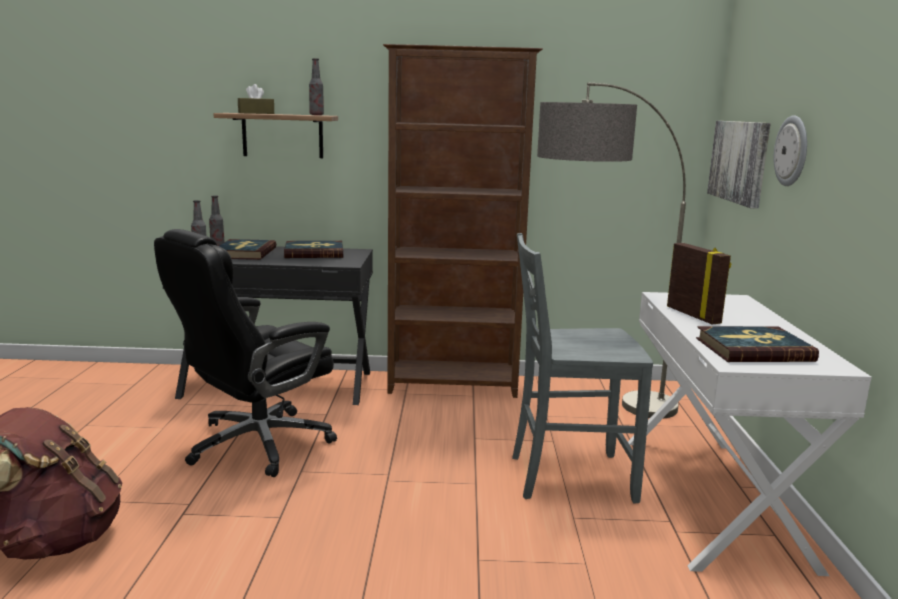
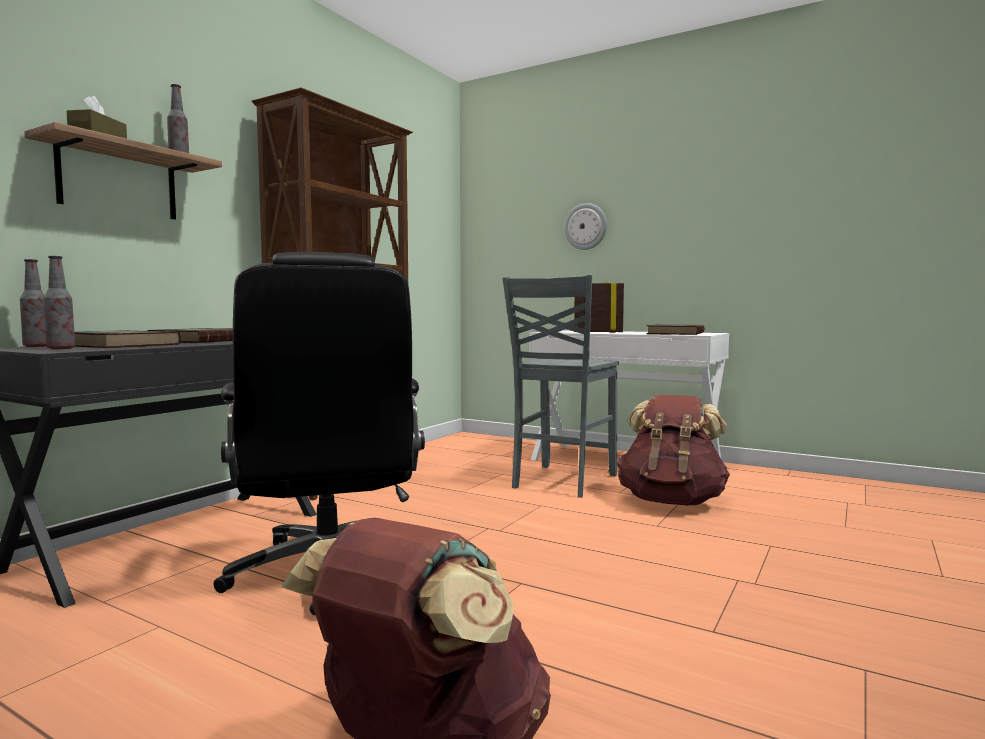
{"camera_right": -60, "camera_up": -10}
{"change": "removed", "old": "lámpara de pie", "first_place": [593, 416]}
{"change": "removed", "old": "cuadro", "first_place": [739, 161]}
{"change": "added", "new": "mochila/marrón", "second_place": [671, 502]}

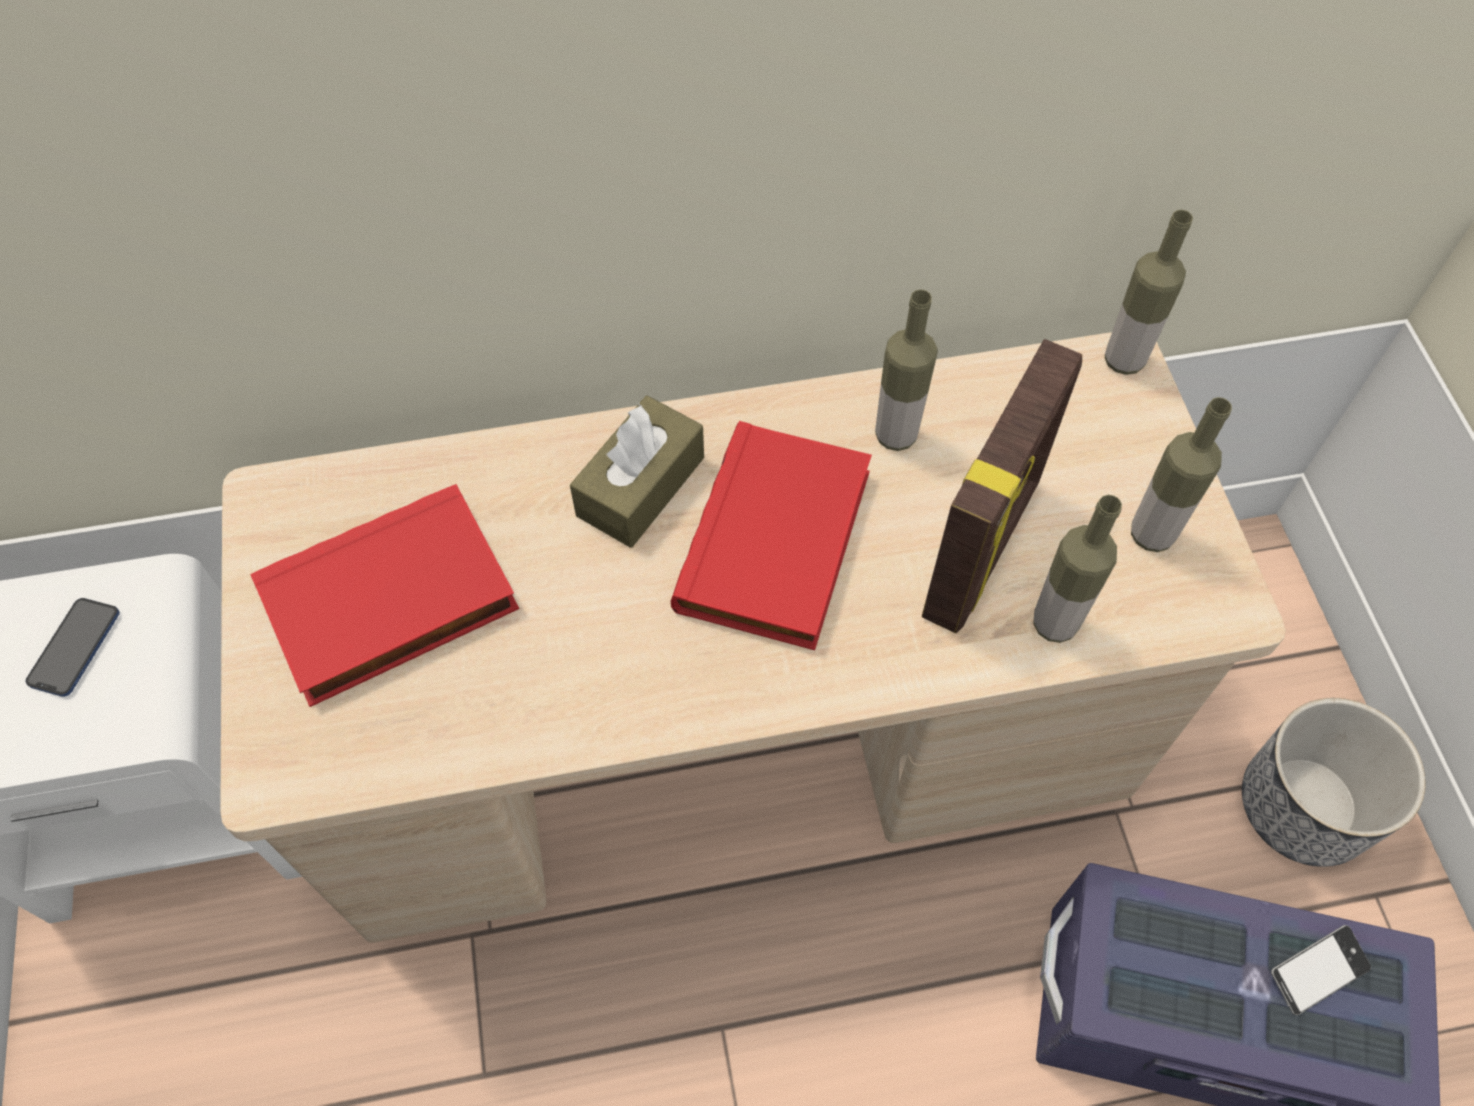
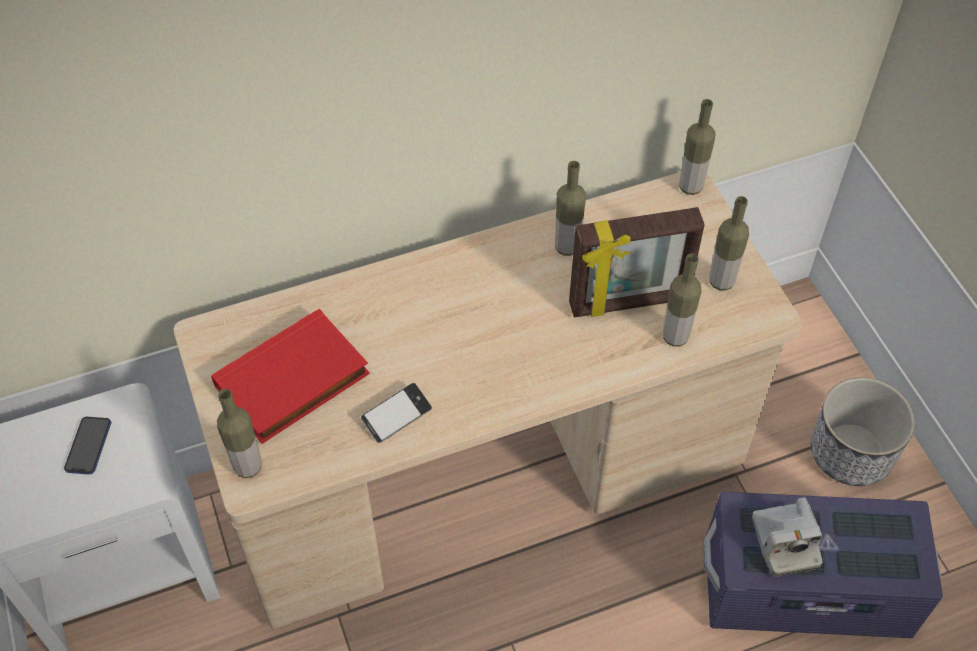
{"camera_right": -10, "camera_up": -5}
{"change": "removed", "old": "caja de pañuelos/marrón", "first_place": [640, 486]}
{"change": "removed", "old": "libro/rojo", "first_place": [778, 543]}
{"change": "added", "new": "botella", "second_place": [248, 467]}
{"change": "added", "new": "cámara", "second_place": [784, 543]}
{"change": "moved", "old": "móvil", "first_place": [1317, 971], "second_place": [396, 416]}
{"change": "turned", "old": "portarretratos", "first_place": [984, 549], "second_place": [629, 303], "degrees": 60}

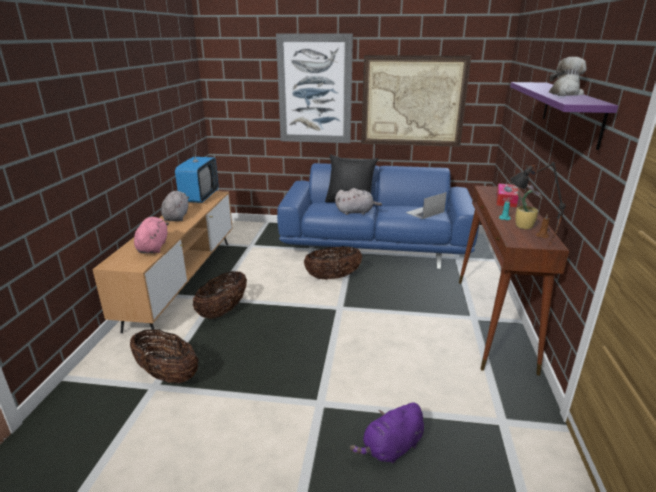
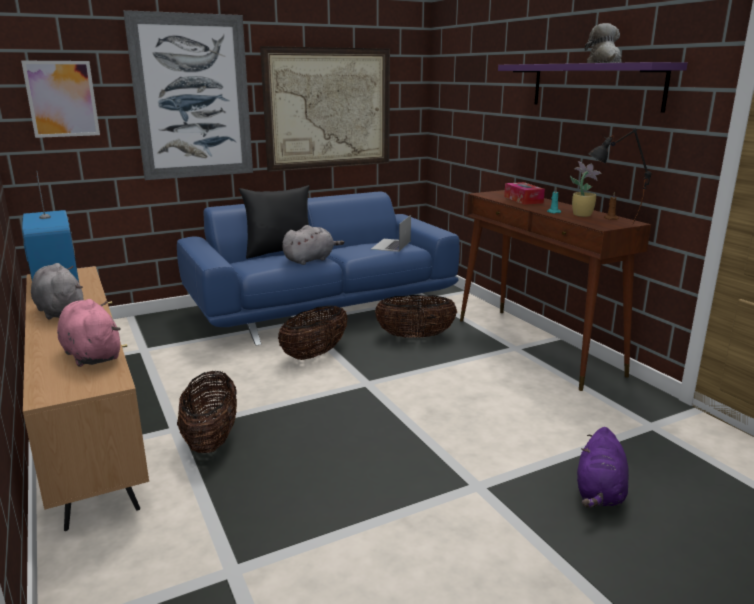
{"camera_right": -35, "camera_up": -5}
{"change": "added", "new": "cuadro", "second_place": [62, 99]}
{"change": "moved", "old": "cesta", "first_place": [167, 375], "second_place": [415, 336]}

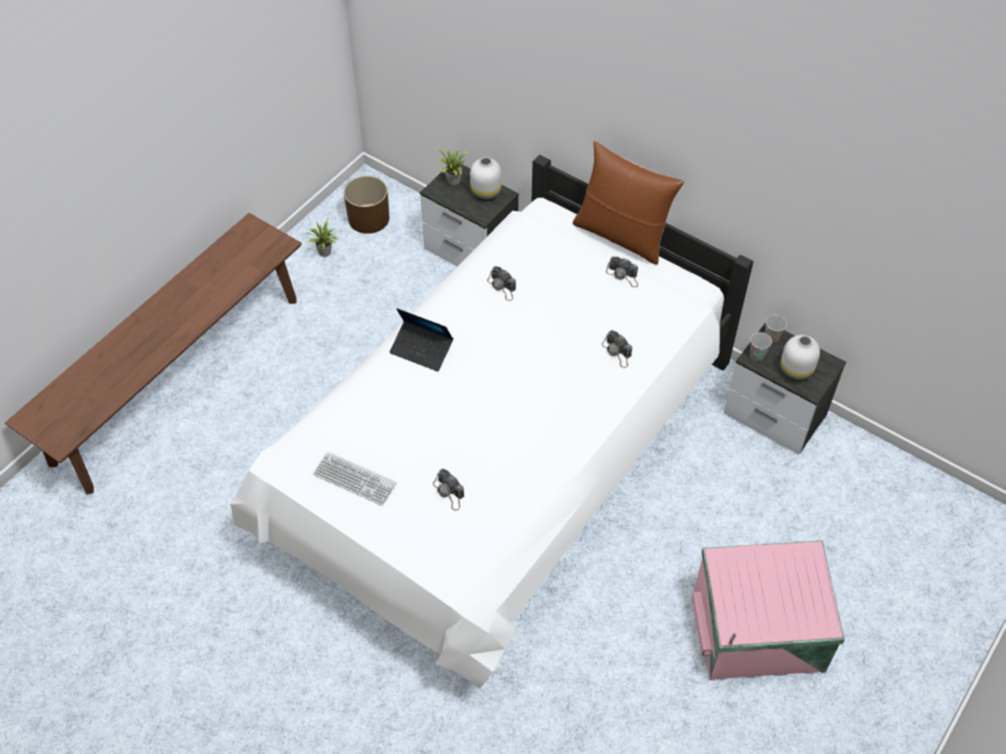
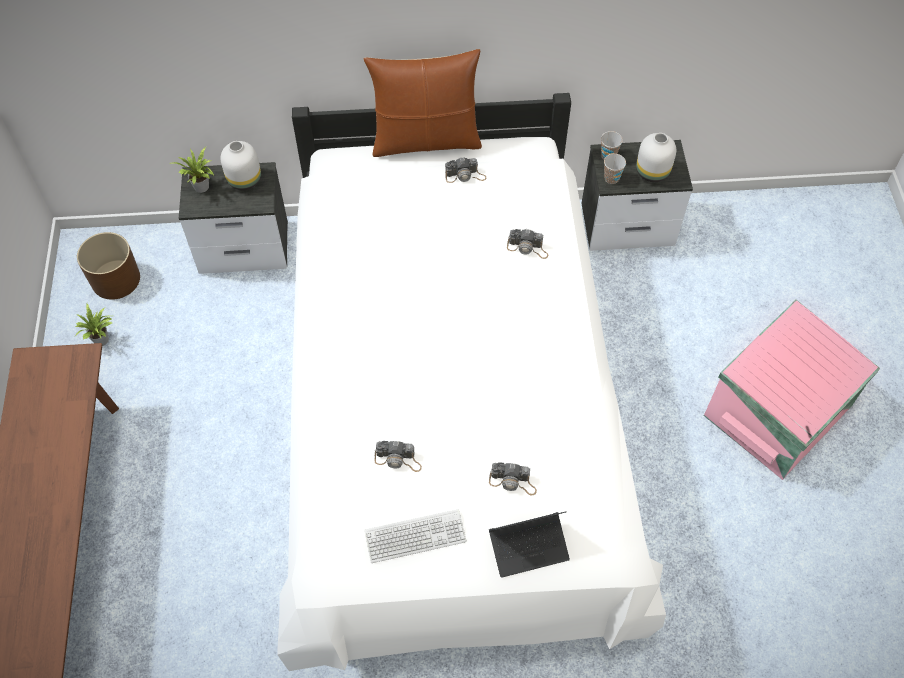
{"camera_right": -40, "camera_up": 5}
{"change": "moved", "old": "portátil", "first_place": [421, 350], "second_place": [529, 547]}
{"change": "moved", "old": "cámara", "first_place": [502, 287], "second_place": [398, 459]}

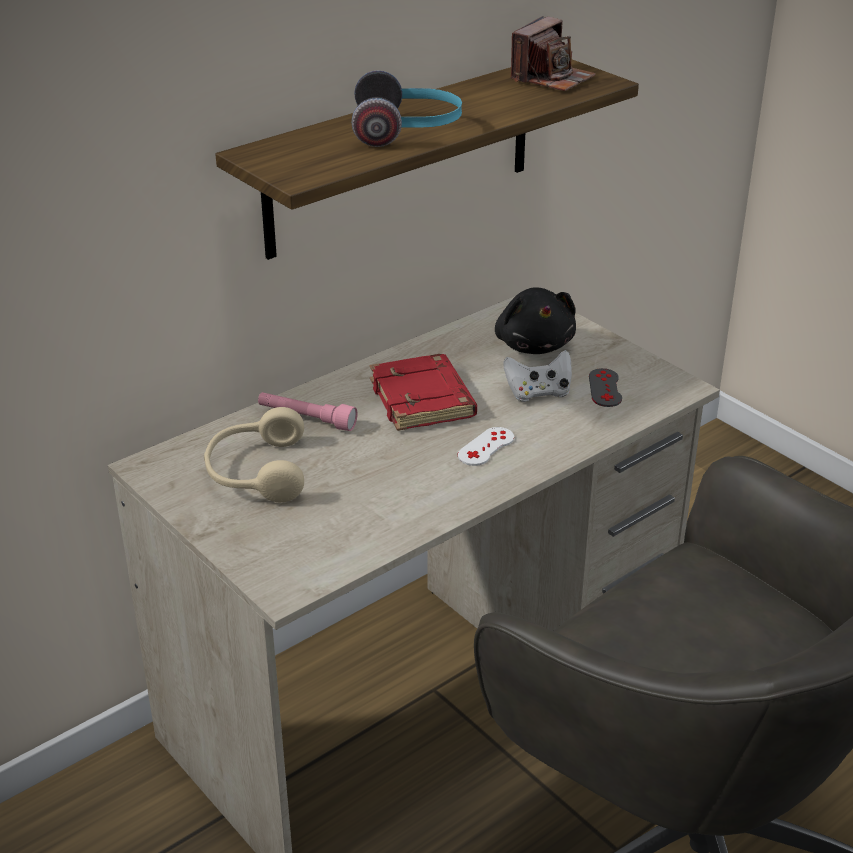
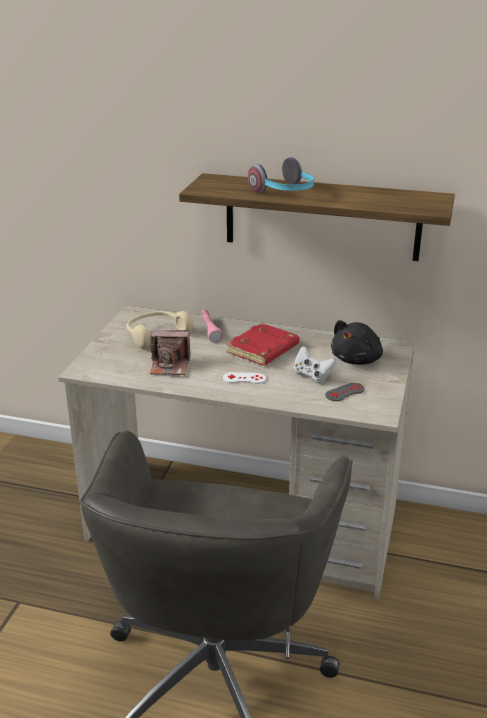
{"camera_right": 55, "camera_up": -5}
{"change": "moved", "old": "cámara", "first_place": [551, 78], "second_place": [170, 365]}

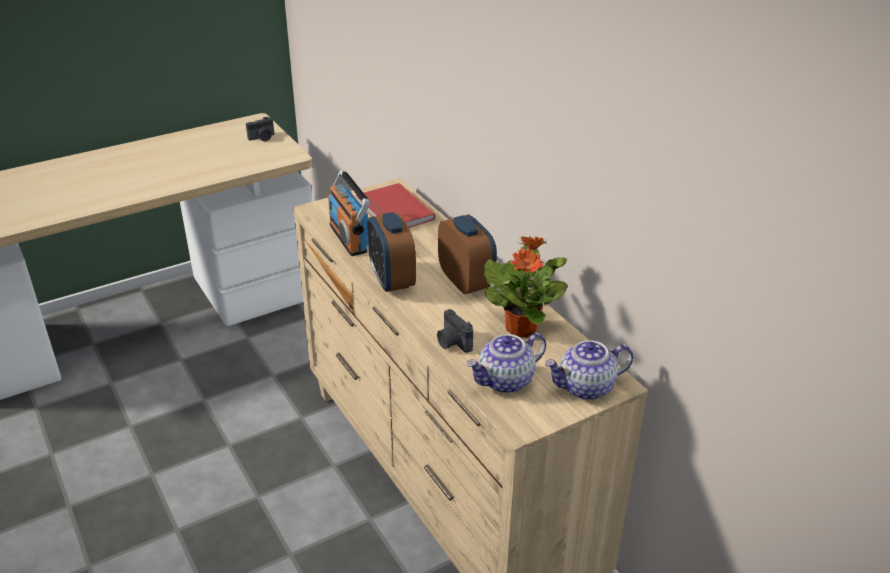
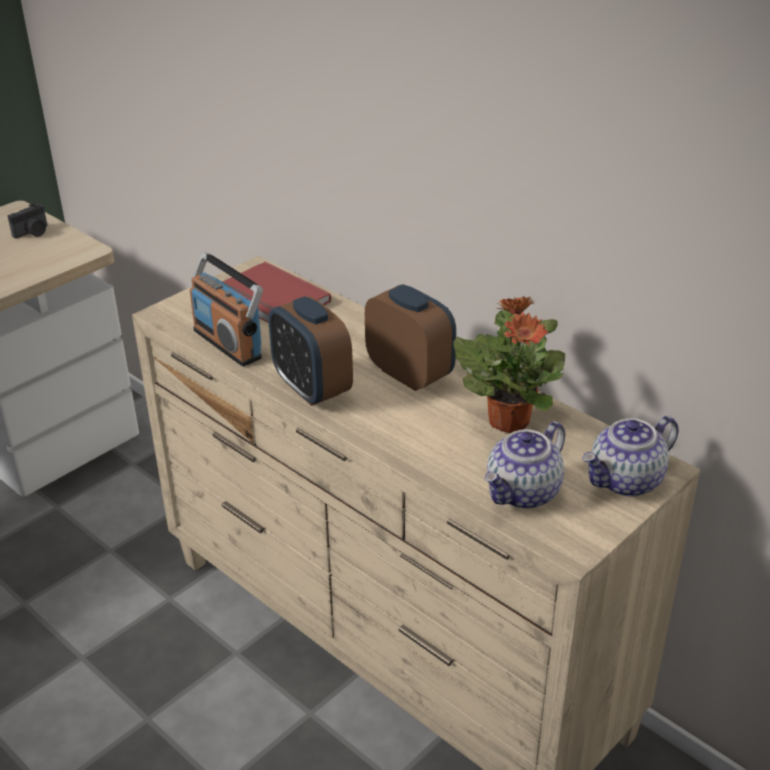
{"camera_right": -15, "camera_up": 0}
{"change": "removed", "old": "cámara", "first_place": [452, 343]}

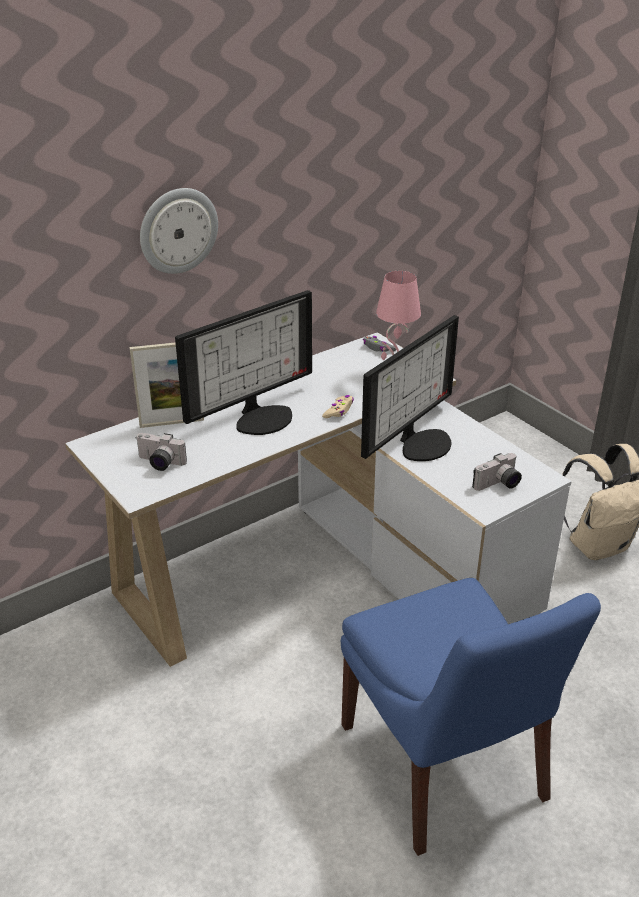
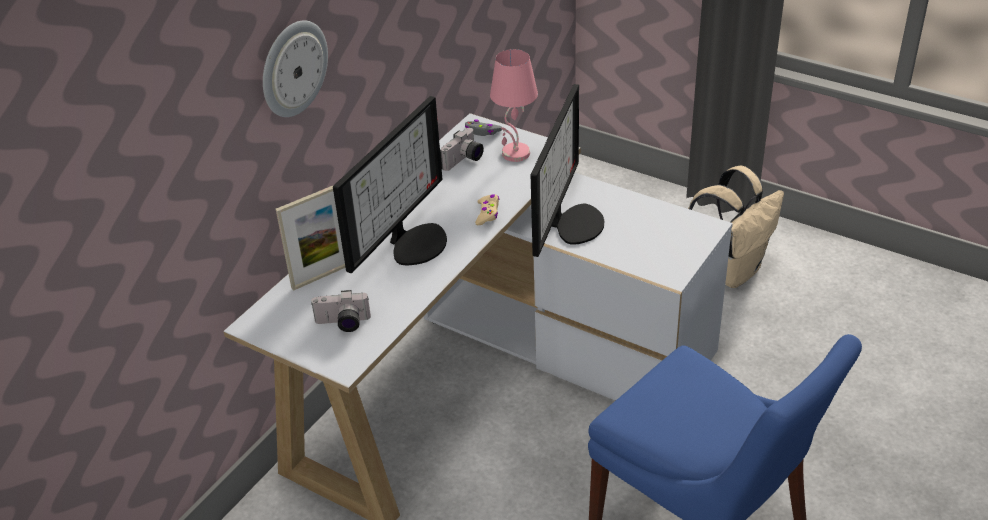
{"camera_right": -20, "camera_up": 5}
{"change": "moved", "old": "cámara", "first_place": [498, 485], "second_place": [464, 160]}

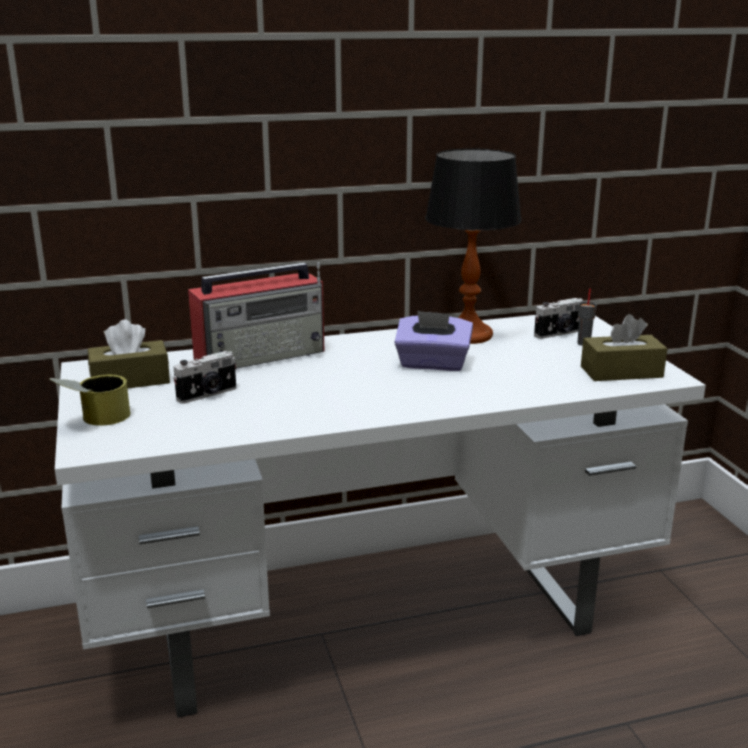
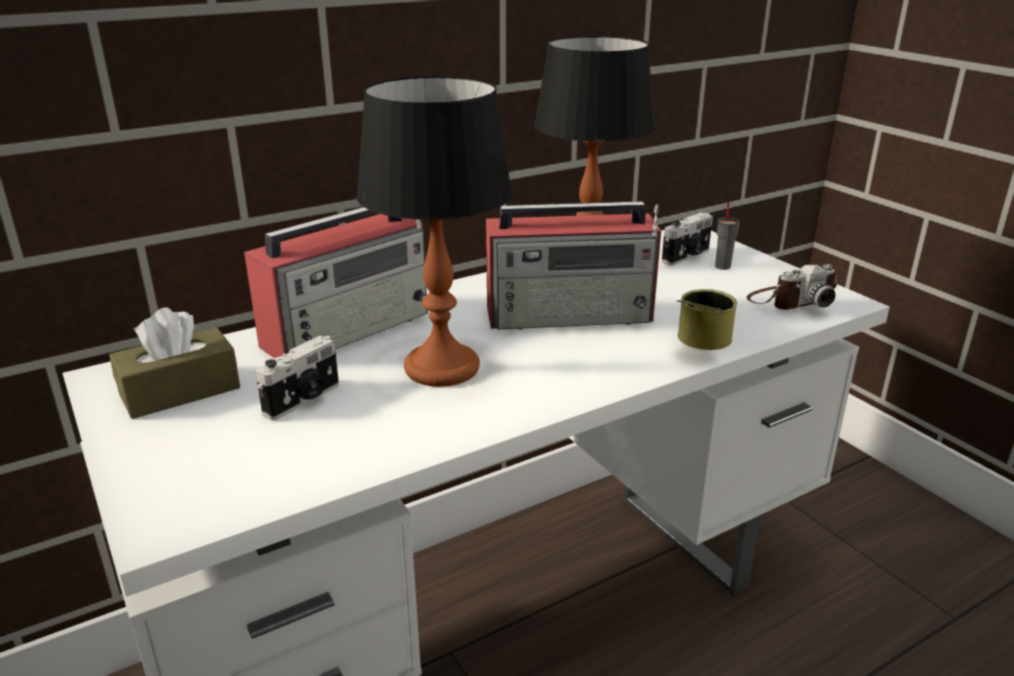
{"camera_right": -15, "camera_up": 5}
{"change": "added", "new": "lámpara de mesa", "second_place": [442, 367]}
{"change": "moved", "old": "lata", "first_place": [94, 420], "second_place": [700, 344]}
{"change": "replaced", "old": "caja de pañuelos/morado", "new": "radio", "first_place": [432, 364], "second_place": [571, 315]}
{"change": "replaced", "old": "caja de pañuelos/marrón", "new": "cámara", "first_place": [621, 372], "second_place": [790, 300]}

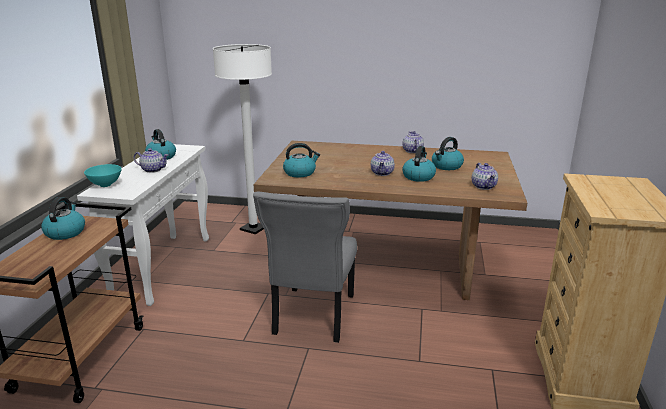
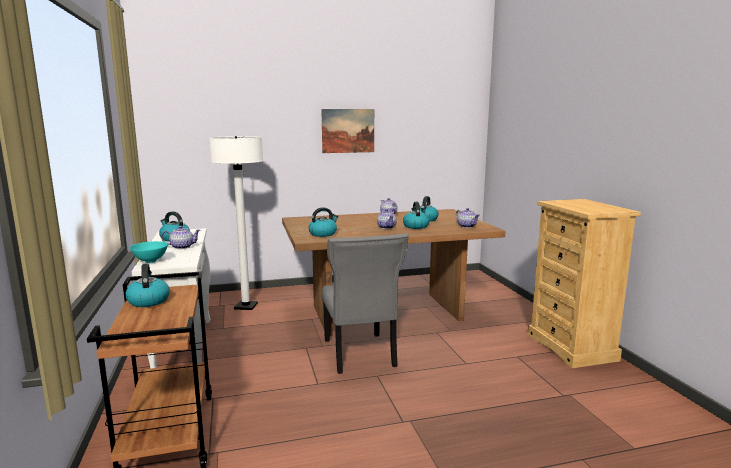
{"camera_right": -25, "camera_up": -10}
{"change": "added", "new": "cuadro", "second_place": [348, 131]}

